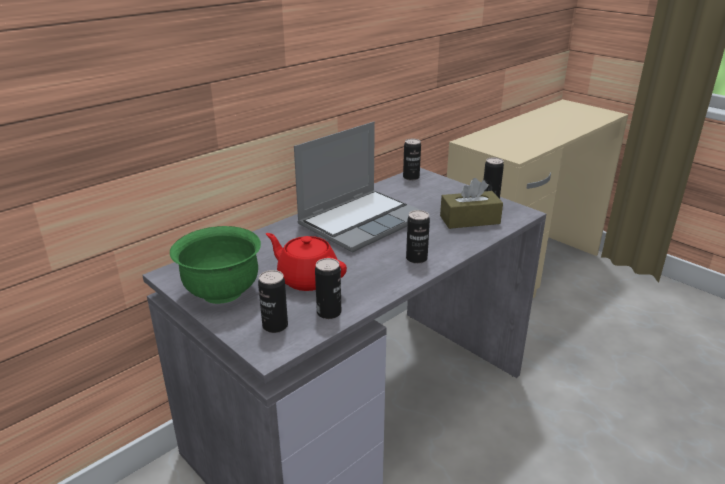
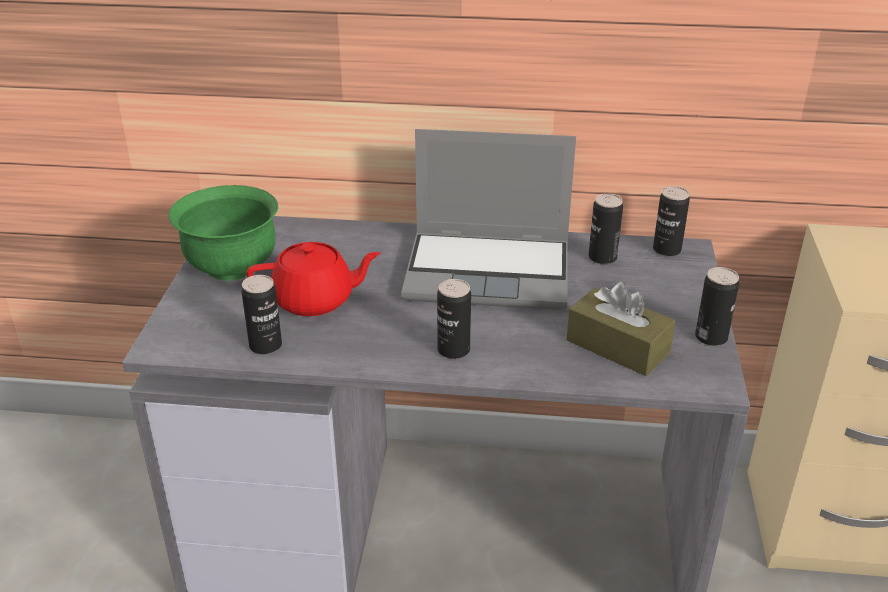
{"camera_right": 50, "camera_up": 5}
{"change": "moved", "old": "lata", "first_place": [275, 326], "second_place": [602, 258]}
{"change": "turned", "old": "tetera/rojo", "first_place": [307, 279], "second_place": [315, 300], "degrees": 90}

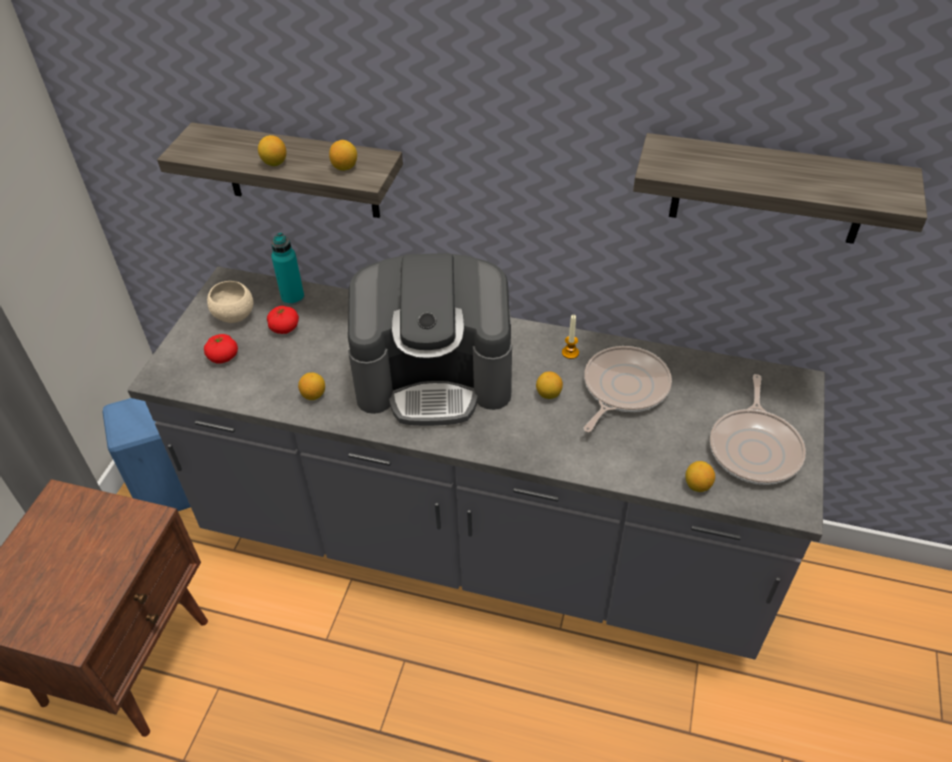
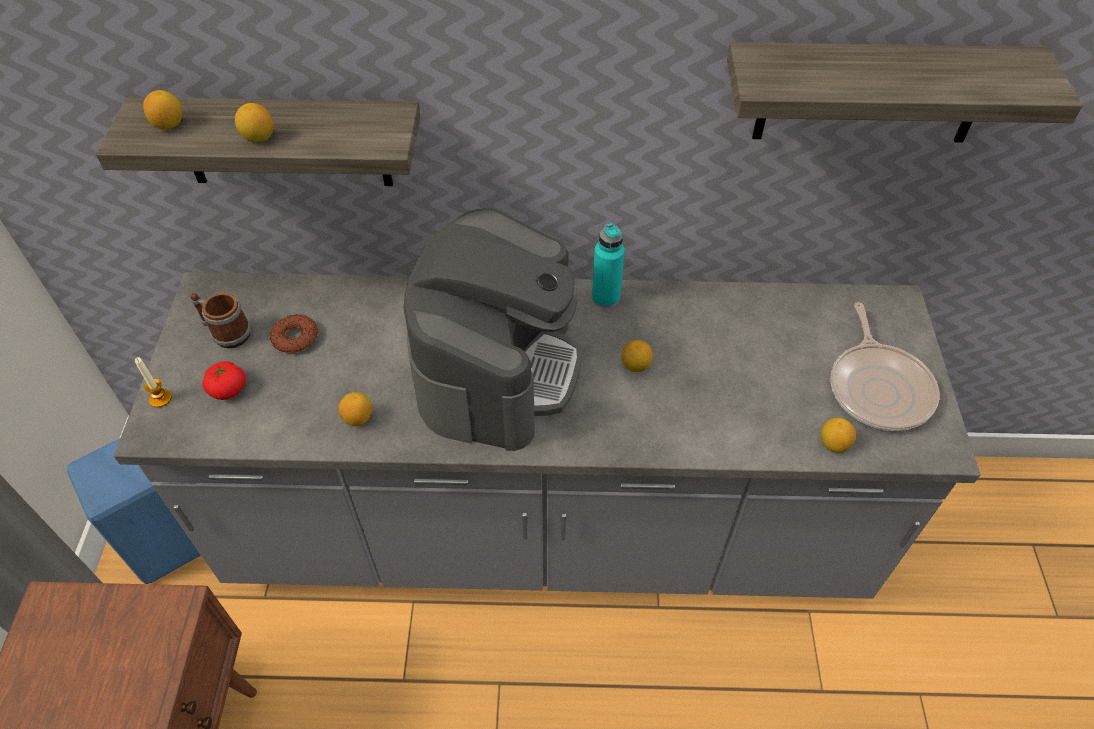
{"camera_right": -15, "camera_up": 5}
{"change": "removed", "old": "sartén", "first_place": [623, 388]}
{"change": "moved", "old": "botella/turquesa", "first_place": [293, 298], "second_place": [605, 298]}
{"change": "moved", "old": "limón", "first_place": [345, 167], "second_place": [169, 125]}
{"change": "moved", "old": "vela", "first_place": [570, 353], "second_place": [160, 398]}
{"change": "replaced", "old": "cuenco/beis", "new": "taza grande", "first_place": [234, 316], "second_place": [226, 333]}
{"change": "replaced", "old": "tomate", "new": "rosquilla", "first_place": [284, 328], "second_place": [295, 338]}
{"change": "turned", "old": "cafetera", "first_place": [435, 376], "second_place": [497, 367], "degrees": -60}

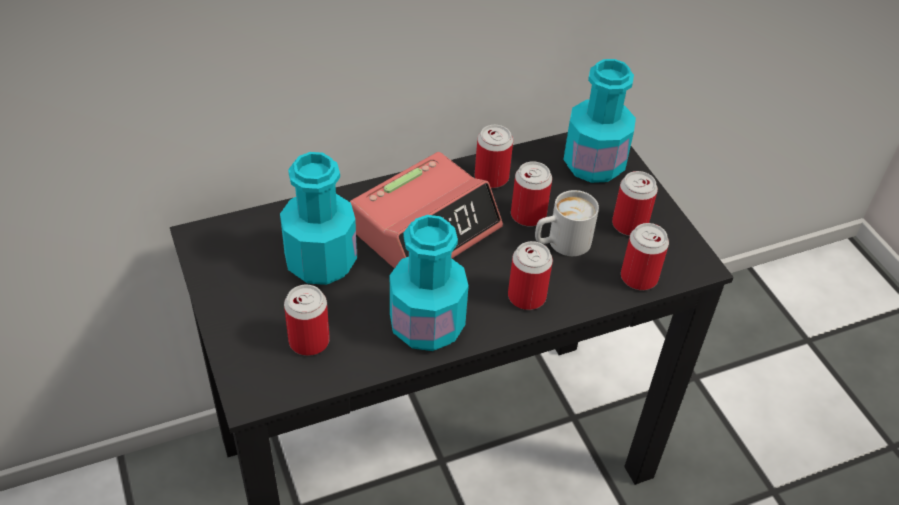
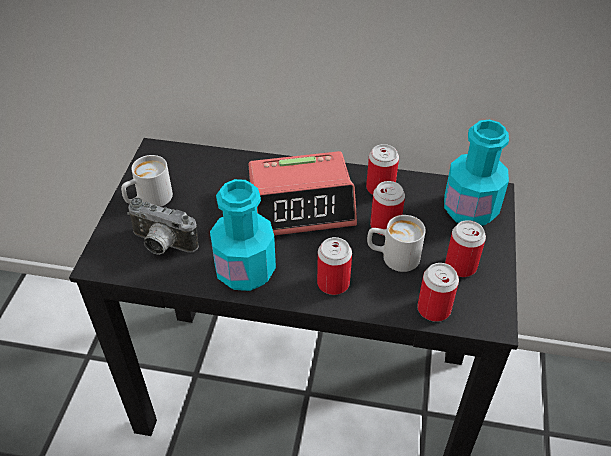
{"camera_right": 35, "camera_up": 0}
{"change": "removed", "old": "botella/turquesa", "first_place": [321, 262]}
{"change": "added", "new": "taza grande/blanco", "second_place": [148, 200]}
{"change": "replaced", "old": "lata", "new": "cámara", "first_place": [309, 341], "second_place": [161, 245]}

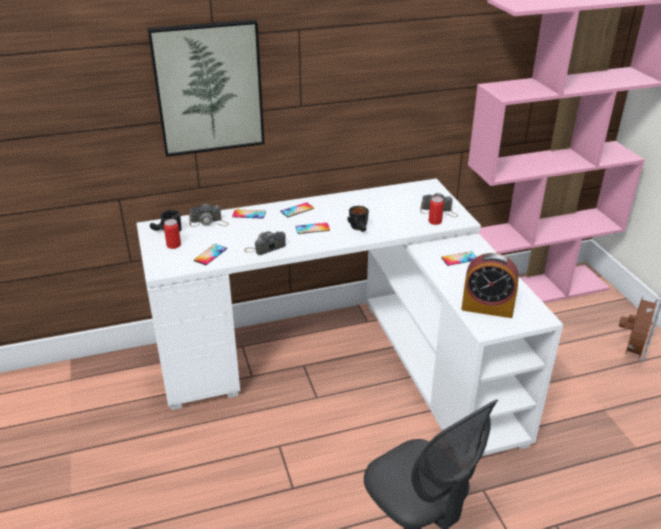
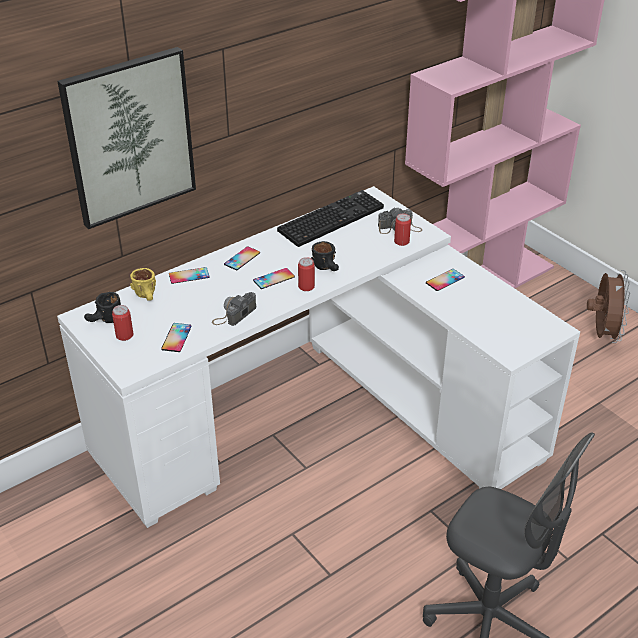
{"camera_right": -20, "camera_up": 5}
{"change": "removed", "old": "despertador", "first_place": [487, 307]}
{"change": "added", "new": "teclado", "second_place": [331, 218]}
{"change": "added", "new": "lata", "second_place": [306, 287]}
{"change": "replaced", "old": "cámara", "new": "taza grande/amarillo", "first_place": [209, 222], "second_place": [148, 296]}

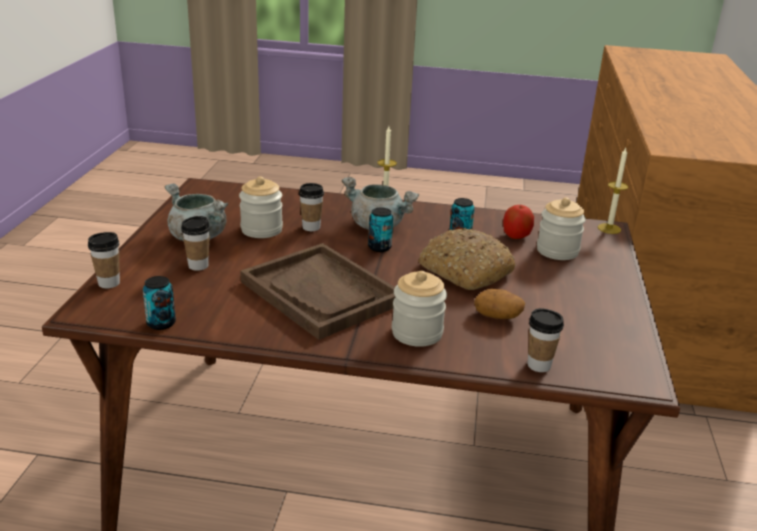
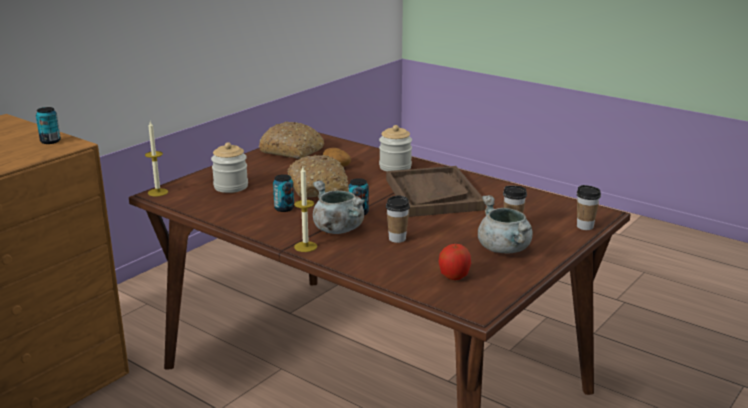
{"camera_right": -150, "camera_up": -5}
{"change": "removed", "old": "tarro", "first_place": [261, 229]}
{"change": "removed", "old": "taza", "first_place": [539, 365]}
{"change": "added", "new": "pan", "second_place": [292, 150]}
{"change": "moved", "old": "lata", "first_place": [161, 323], "second_place": [50, 141]}
{"change": "moved", "old": "manzana", "first_place": [516, 236], "second_place": [454, 276]}

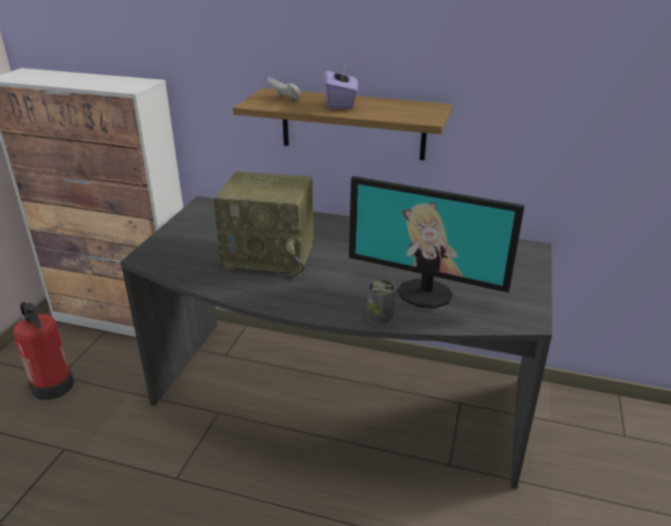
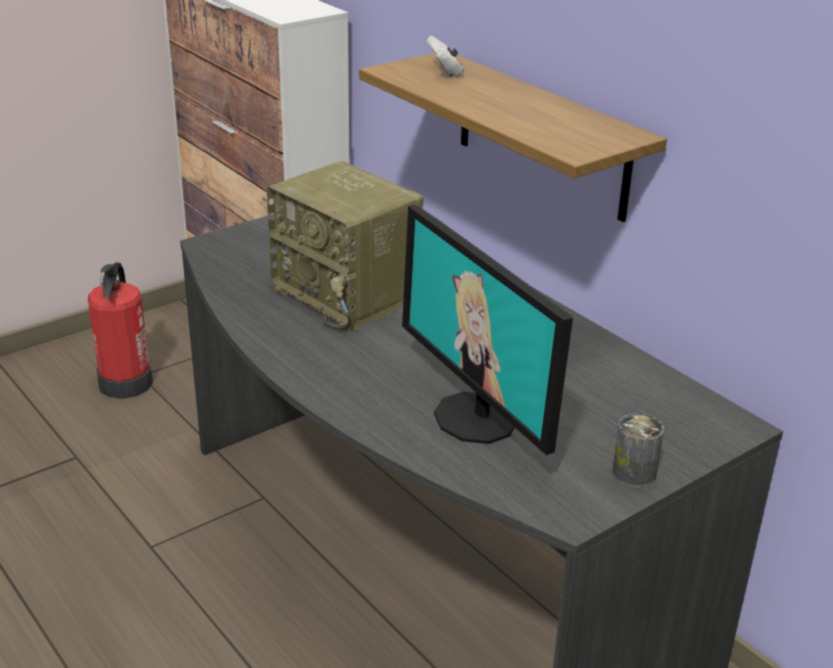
{"camera_right": 35, "camera_up": 0}
{"change": "removed", "old": "caja de pañuelos/morado", "first_place": [340, 103]}
{"change": "moved", "old": "lata", "first_place": [380, 316], "second_place": [634, 473]}

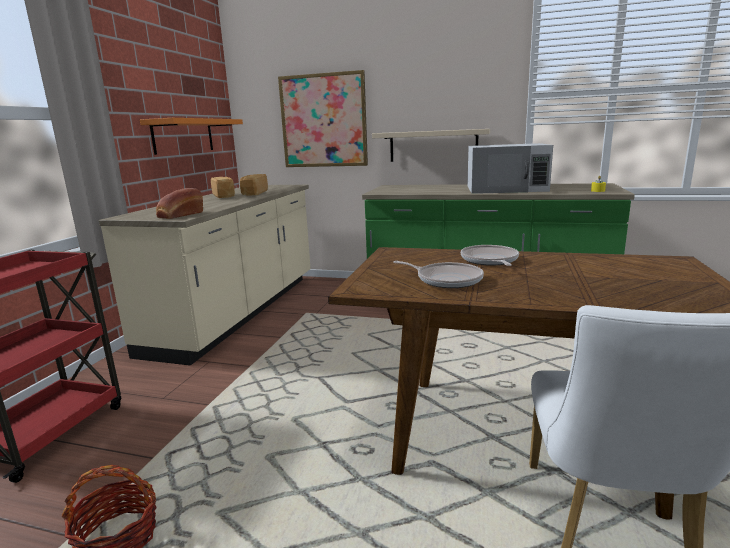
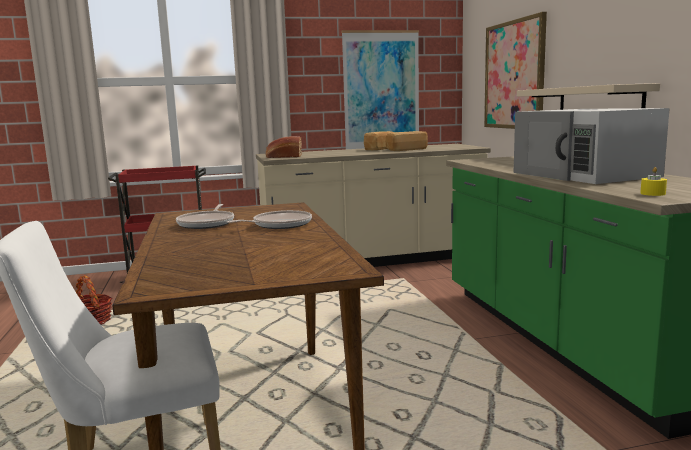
{"camera_right": 60, "camera_up": -5}
{"change": "replaced", "old": "estante/naranja", "new": "cuadro", "first_place": [183, 136], "second_place": [381, 93]}

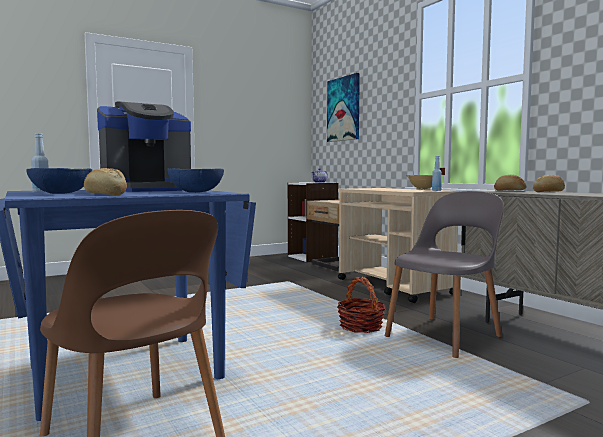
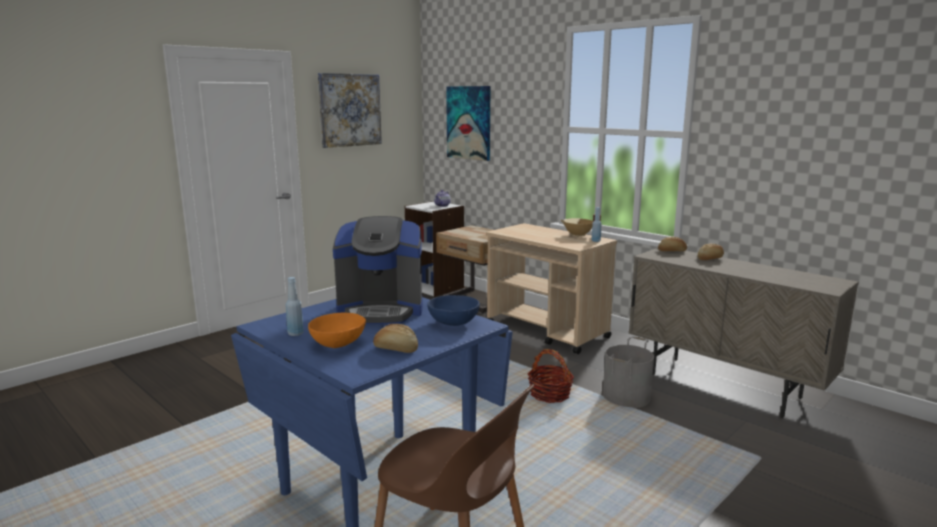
{"camera_right": -15, "camera_up": 10}
{"change": "added", "new": "cuadro", "second_place": [350, 110]}
{"change": "replaced", "old": "silla/gris", "new": "cubo/gris", "first_place": [445, 336], "second_place": [627, 397]}
{"change": "recoloured", "old": "cuenco/azul", "new": "cuenco/naranja", "first_place": [62, 193], "second_place": [338, 344]}
{"change": "turned", "old": "cafetera", "first_place": [147, 190], "second_place": [381, 310], "degrees": 45}

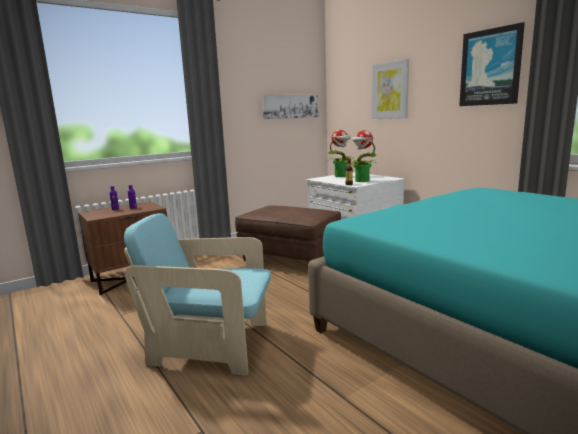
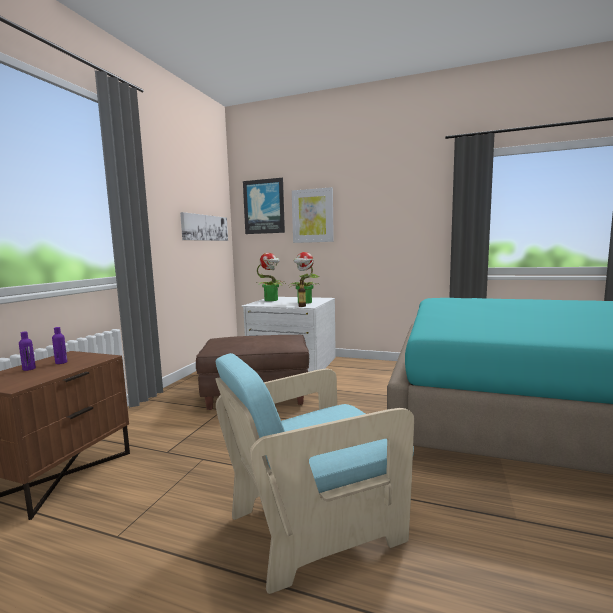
{"camera_right": -35, "camera_up": -5}
{"change": "moved", "old": "cuadro", "first_place": [490, 67], "second_place": [264, 206]}

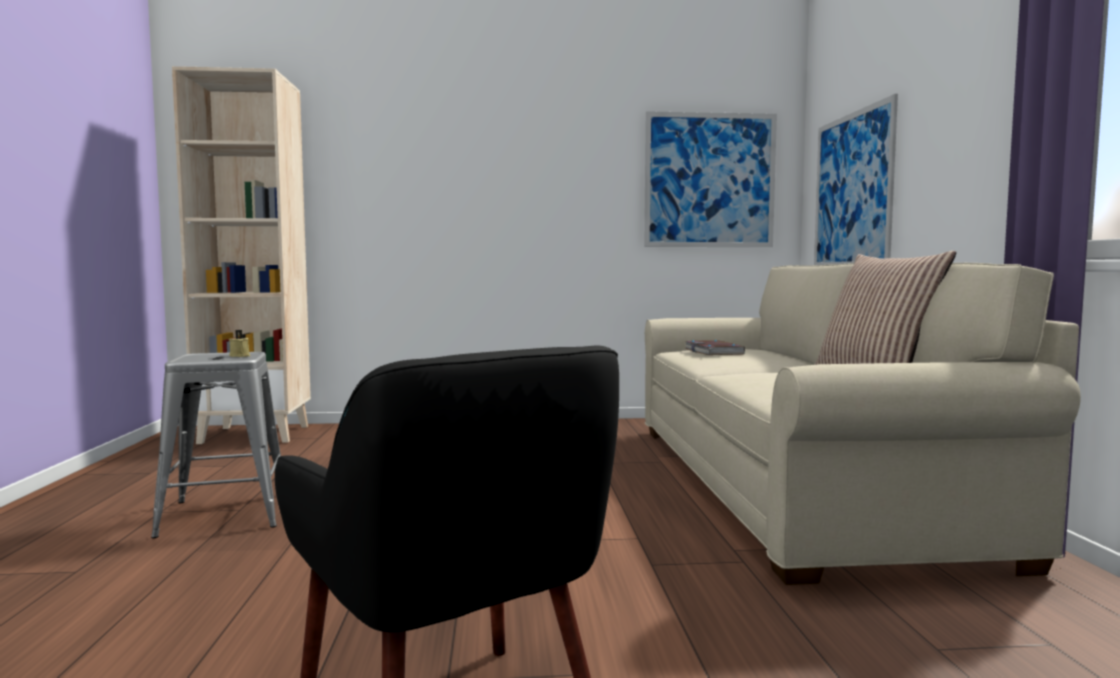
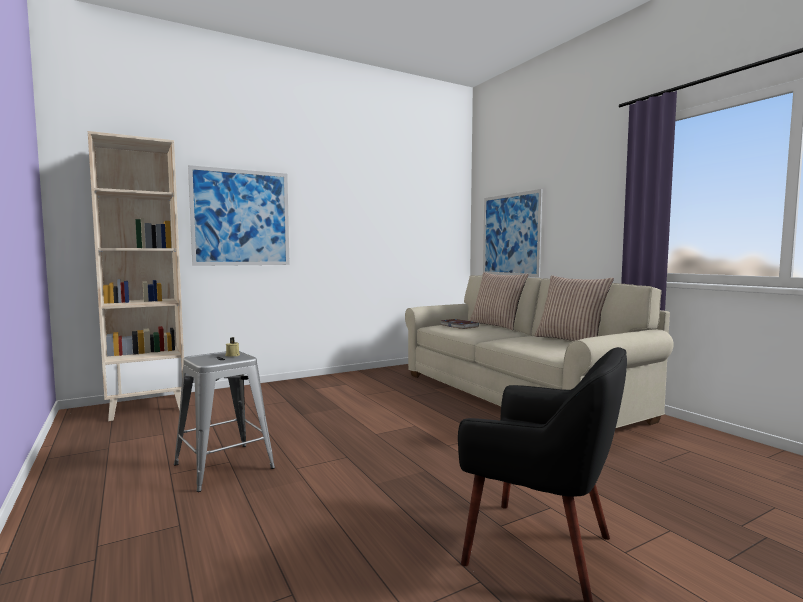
{"camera_right": -25, "camera_up": 0}
{"change": "added", "new": "cojín", "second_place": [496, 325]}
{"change": "moved", "old": "cuadro", "first_place": [709, 180], "second_place": [241, 218]}

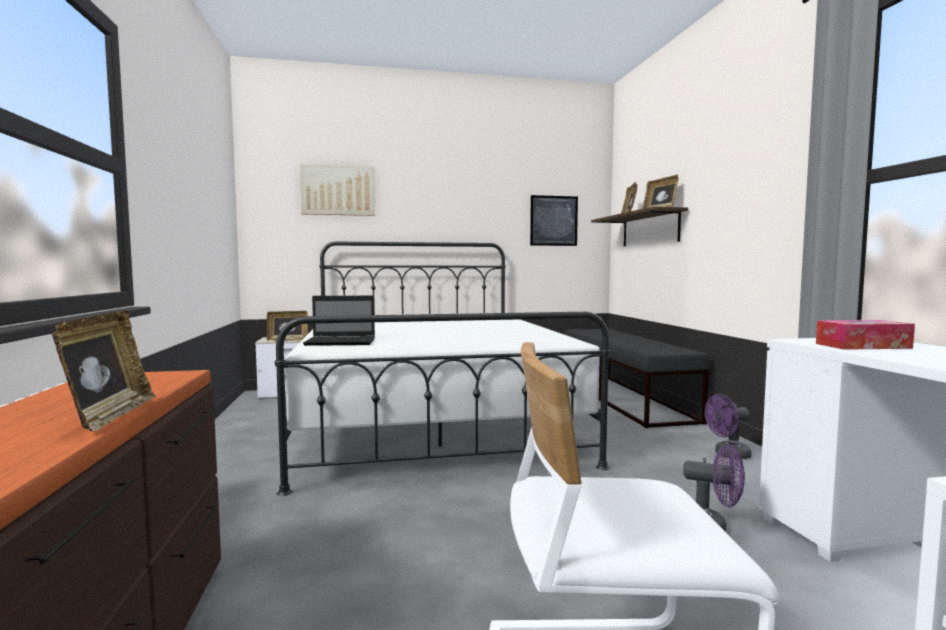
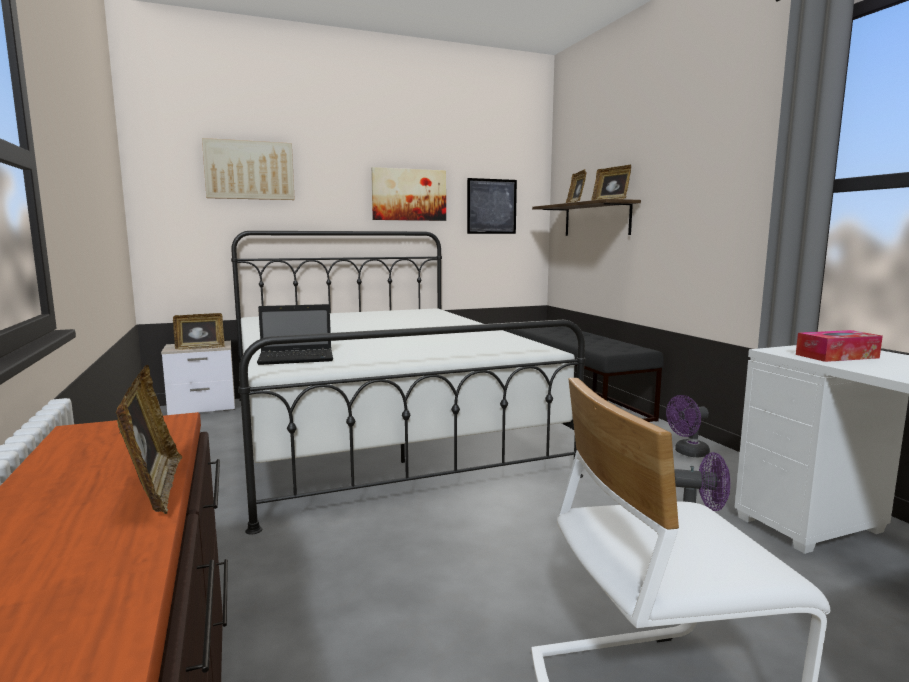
{"camera_right": -10, "camera_up": 5}
{"change": "added", "new": "cuadro", "second_place": [409, 195]}

